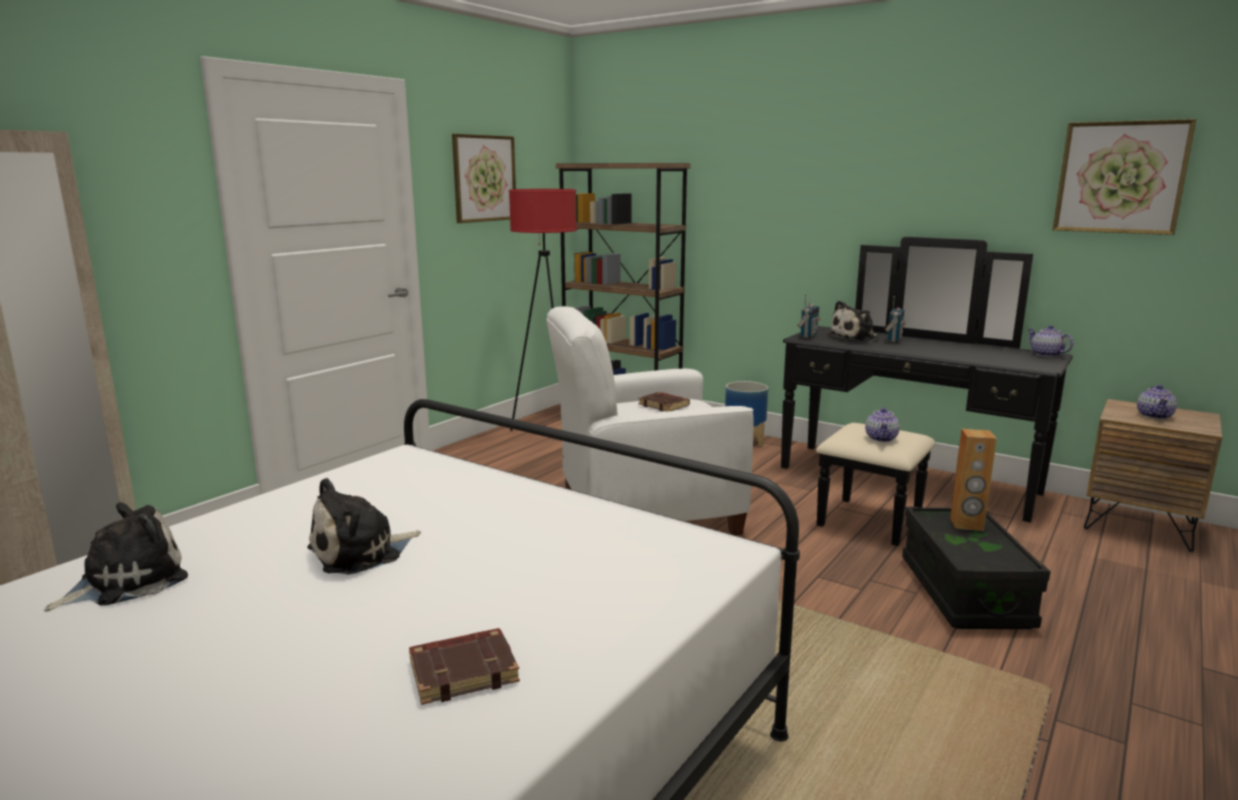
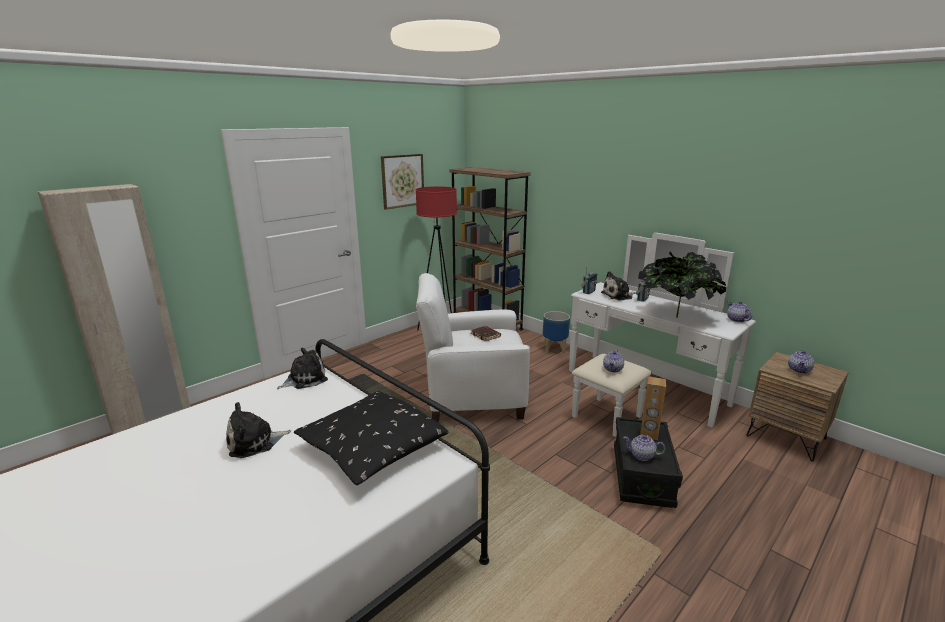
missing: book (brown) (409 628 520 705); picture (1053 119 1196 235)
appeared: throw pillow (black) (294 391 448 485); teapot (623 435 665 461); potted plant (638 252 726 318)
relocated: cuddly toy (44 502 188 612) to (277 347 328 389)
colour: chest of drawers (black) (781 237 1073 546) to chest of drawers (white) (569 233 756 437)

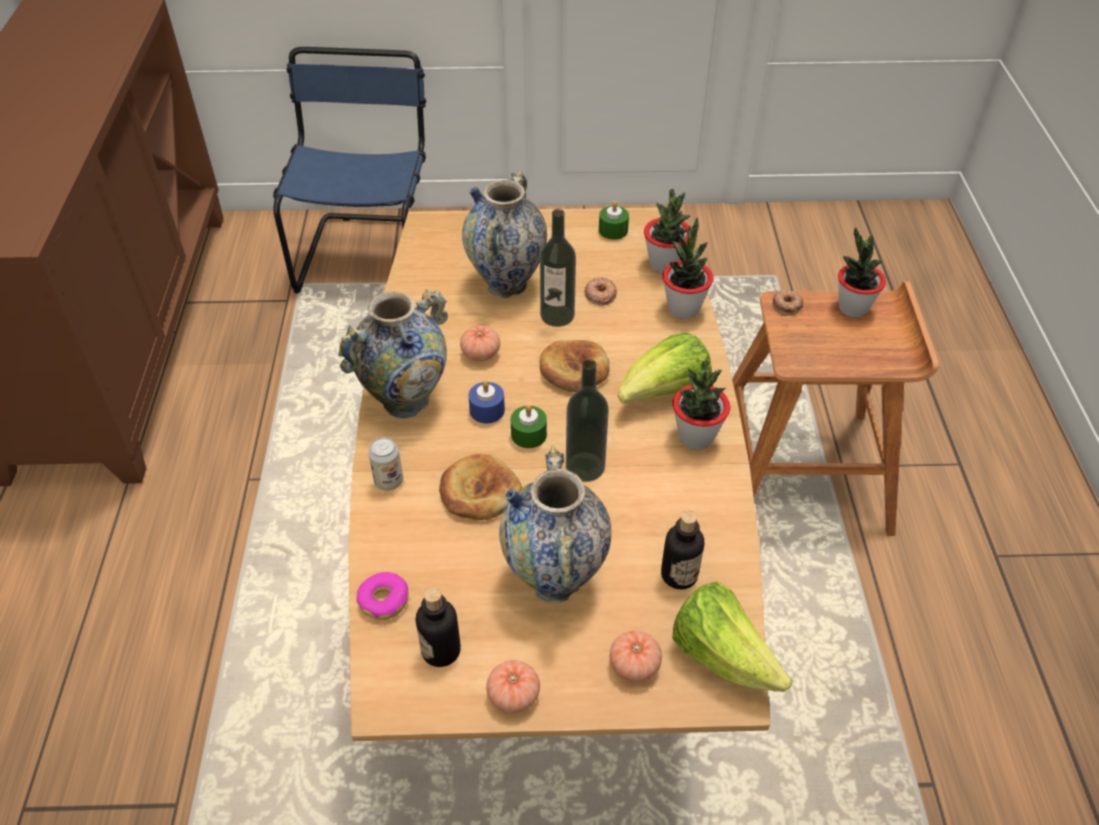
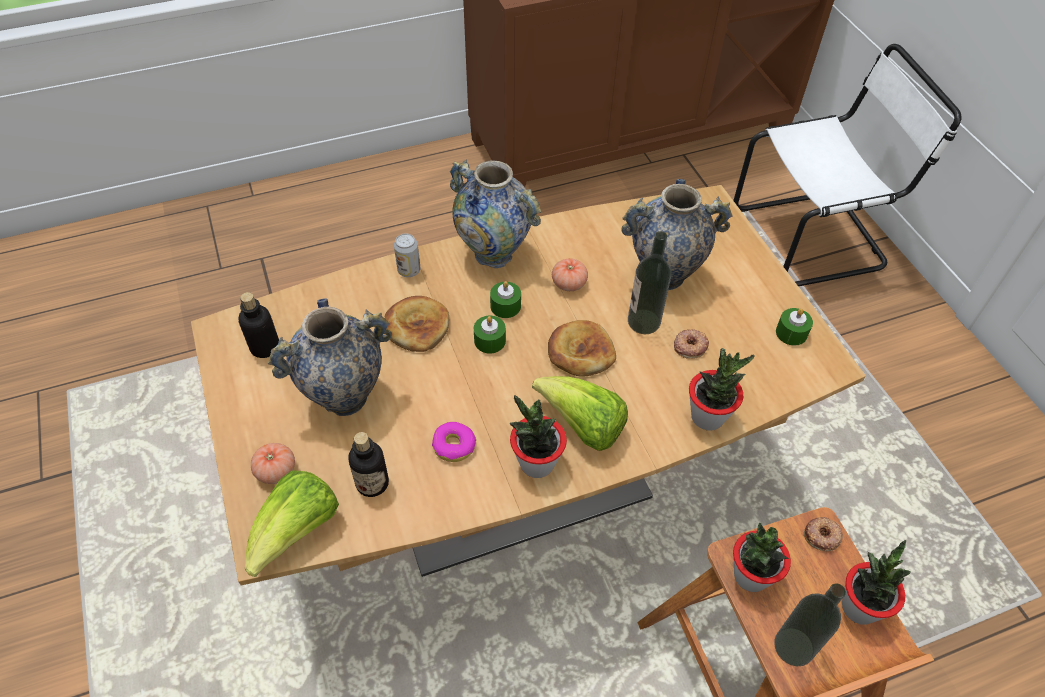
missing: tomato (486 660 540 713)
relocated: doughnut (356 572 409 620) to (432 422 476 462); potted plant (644 189 690 273) to (733 523 791 592); bottle (566 359 609 482) to (774 583 846 666)
colour: candle (bluish) (468 380 505 424) to candle (green-coloured) (490 281 521 318); upright chair (bluish) (273 47 426 293) to upright chair (white) (733 44 962 286)

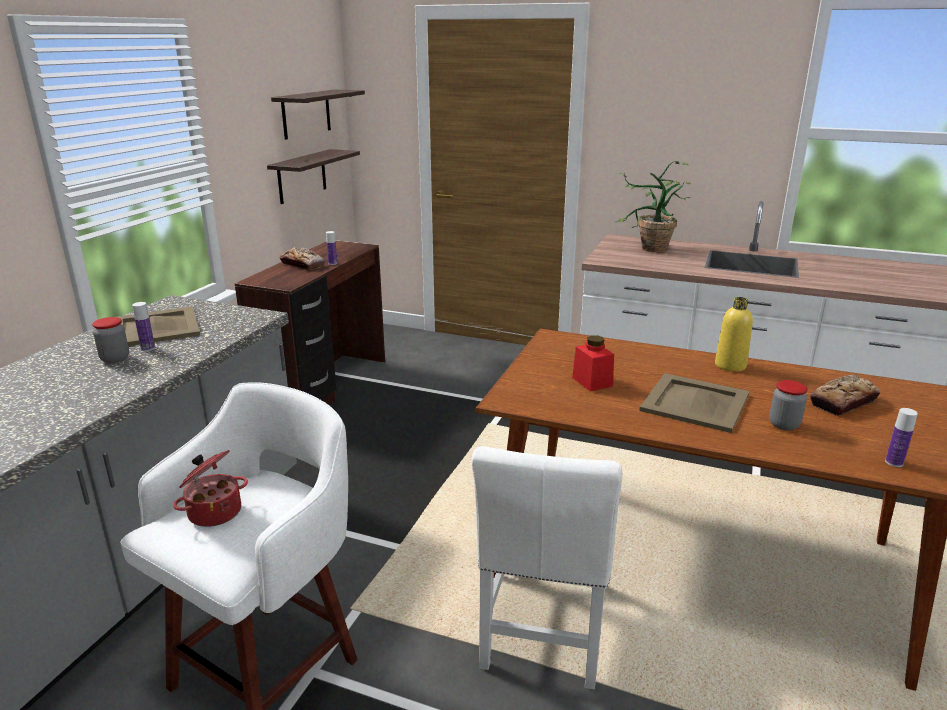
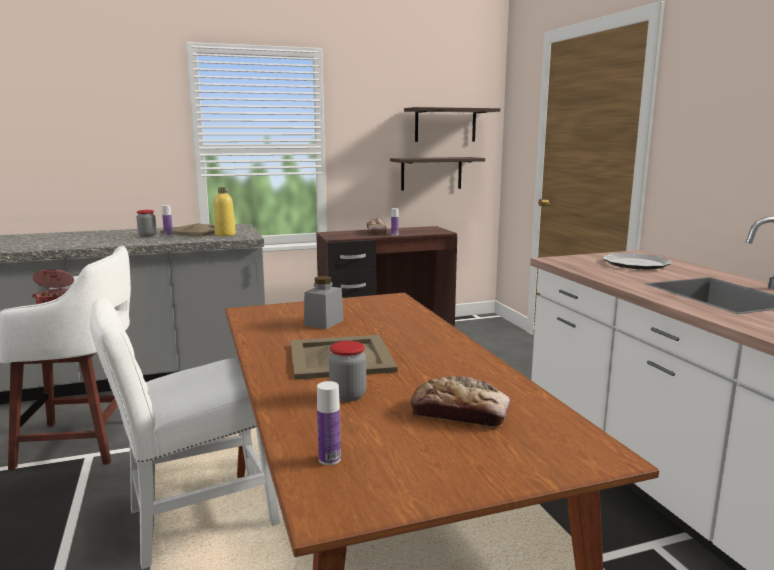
relocated: bottle (yellow-coloured) (715 297 753 372) to (214 187 236 236)
exchanged: potted plant (614 161 691 252) to flat dish (603 253 672 269)
colour: jar (red-coloured) (572 335 614 391) to jar (grey) (304 276 344 330)

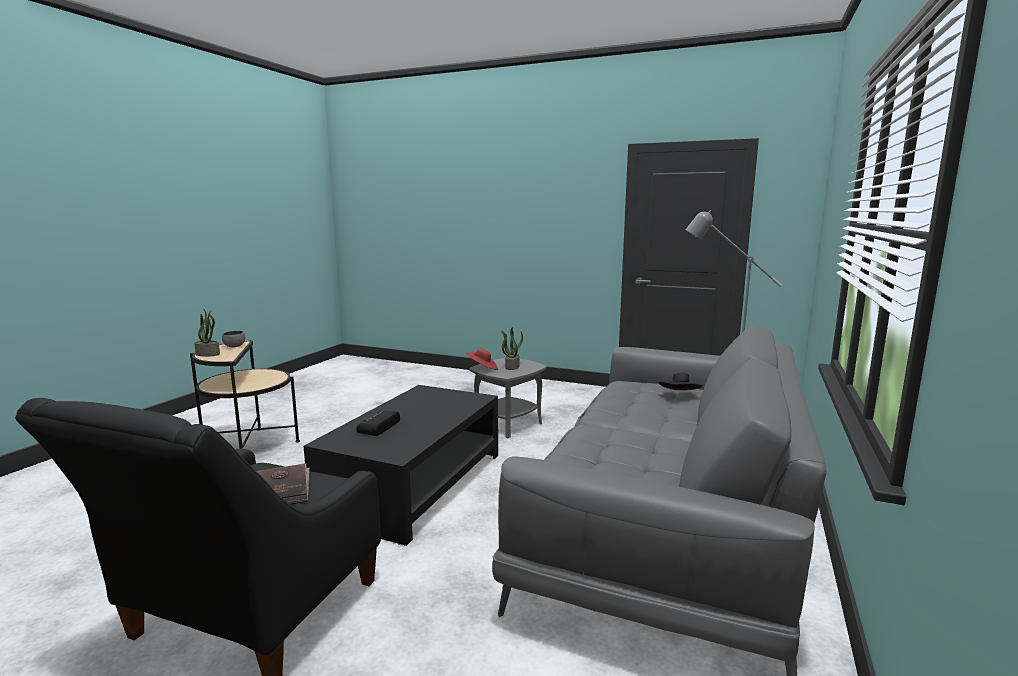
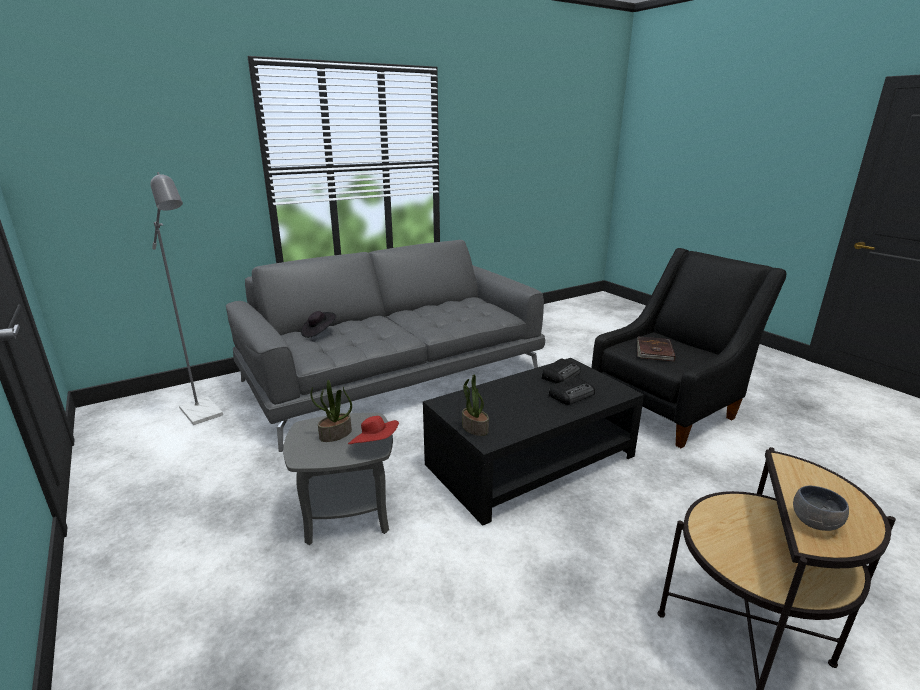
appeared: radio set (542 358 581 384)
relocated: potted plant (194 309 220 356) to (462 375 489 436)

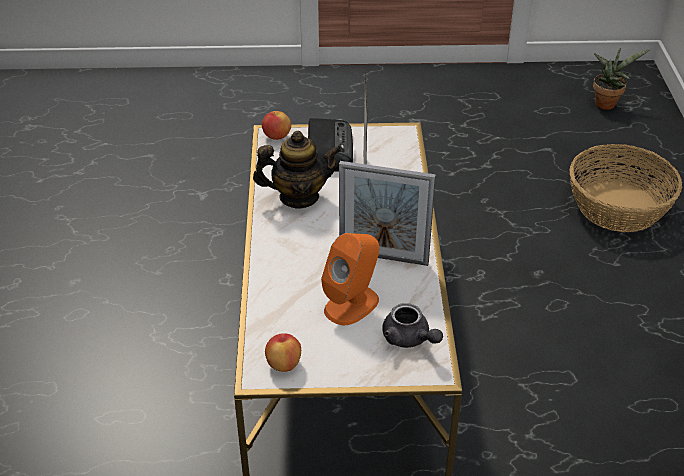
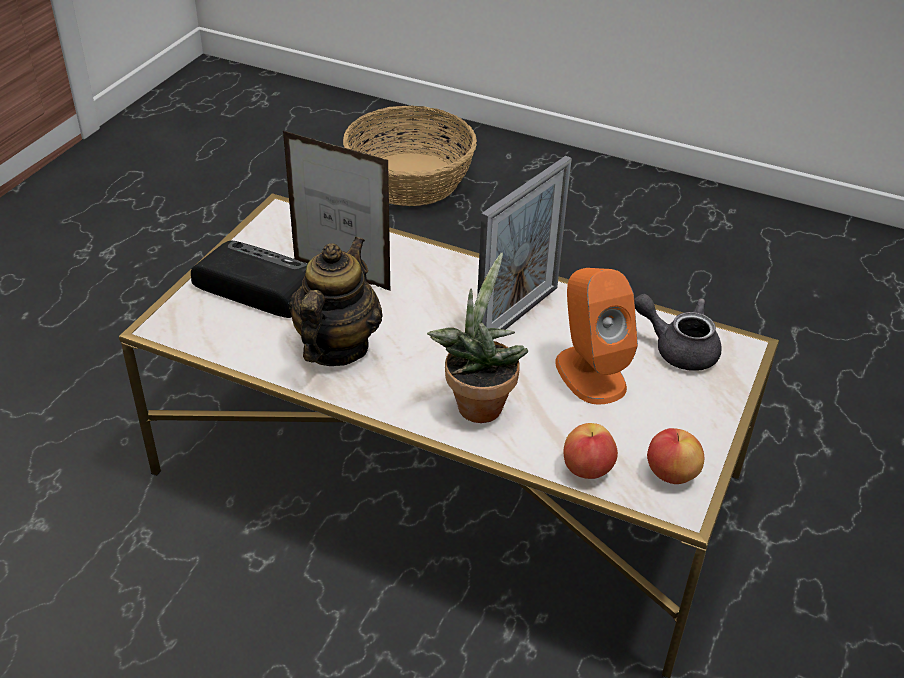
relocated: potted plant (593 48 650 110) to (427 252 528 423); apple fruit (262 111 291 140) to (563 423 618 479)
spun: teapot (grey) (382 303 443 348) = (634 294 722 371) 135 degrees counterclockwise

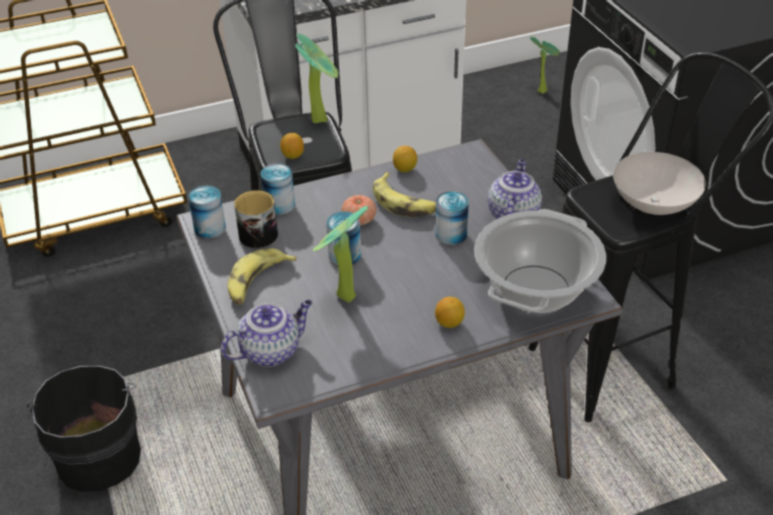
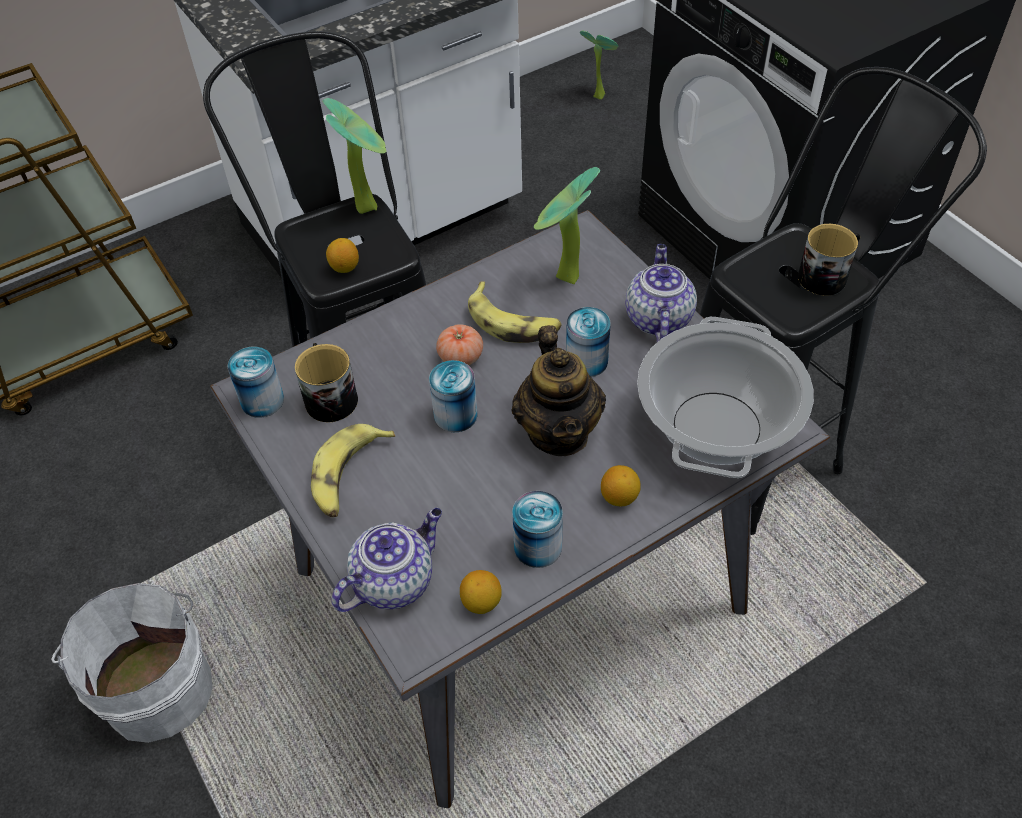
appeared: teapot (512 325 606 456)
relocated: whole lemon (393 146 417 172) to (460 570 502 614); sealed can (261 163 295 215) to (512 491 563 568); potted plant (313 206 368 303) to (534 167 600 284)
exchanged: bowl (white) (613 152 706 215) to coffee mug (798 224 860 296)
colour: pail (black) (26 366 141 492) to pail (white) (51 583 212 743)

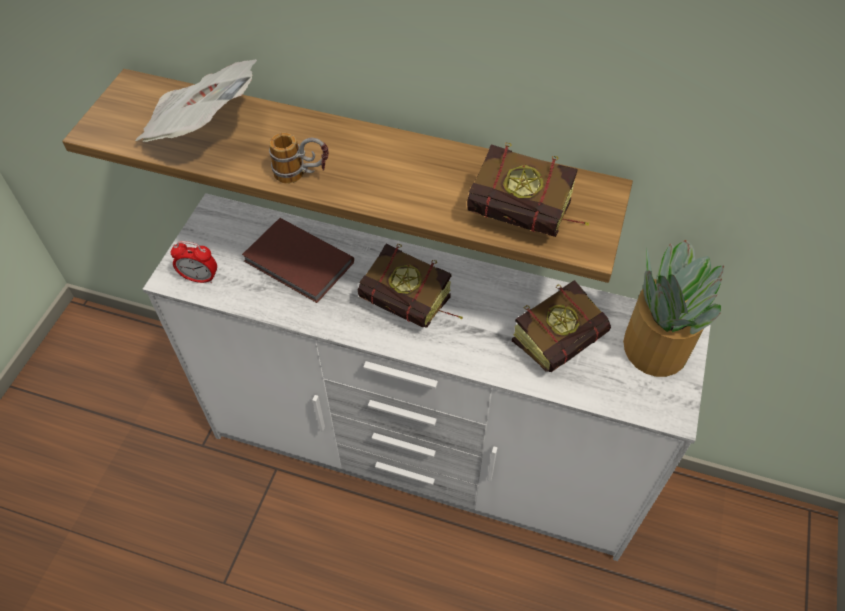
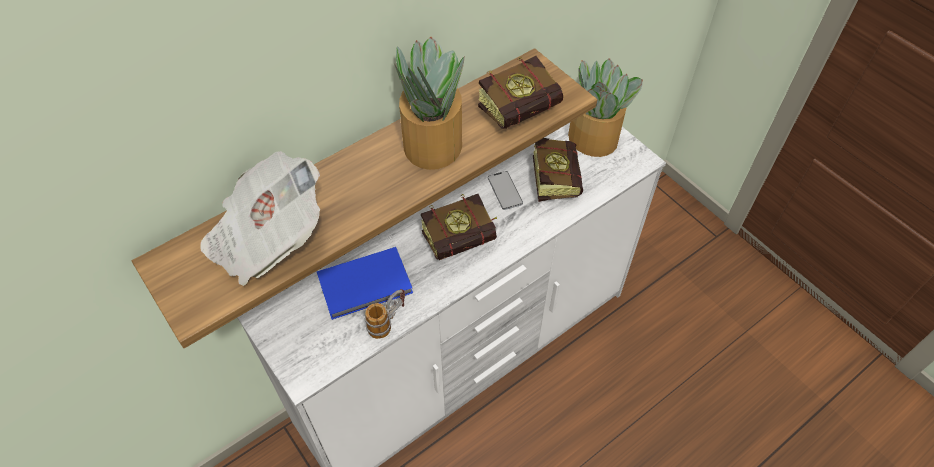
missing: bedside clock (171 241 217 283)
appeared: potted plant (394 37 465 170); telephone (488 171 523 210)
relocated: coffee mug (269 133 329 184) to (365 289 405 339)
colour: book (brown) (242 218 354 303) to book (bluish) (317 247 413 320)

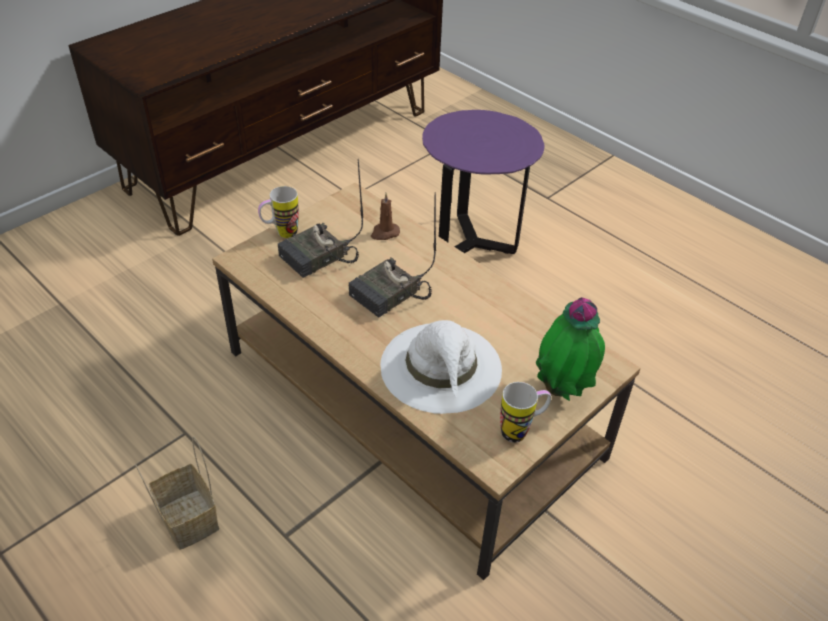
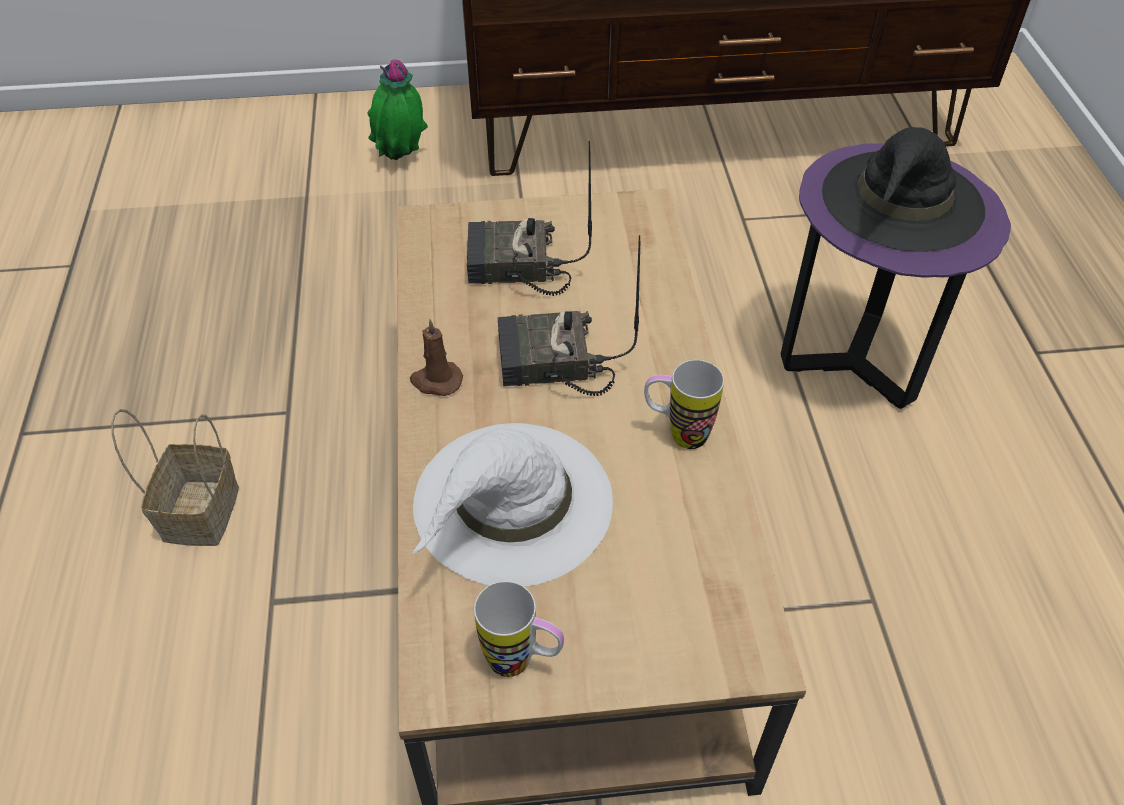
appeared: hat (black) (822 127 985 252)
relocated: potted plant (536 297 605 401) to (367 59 428 160); candle (brown) (371 193 400 240) to (410 319 463 396); coffee mug (258 186 299 238) to (644 360 724 449)

